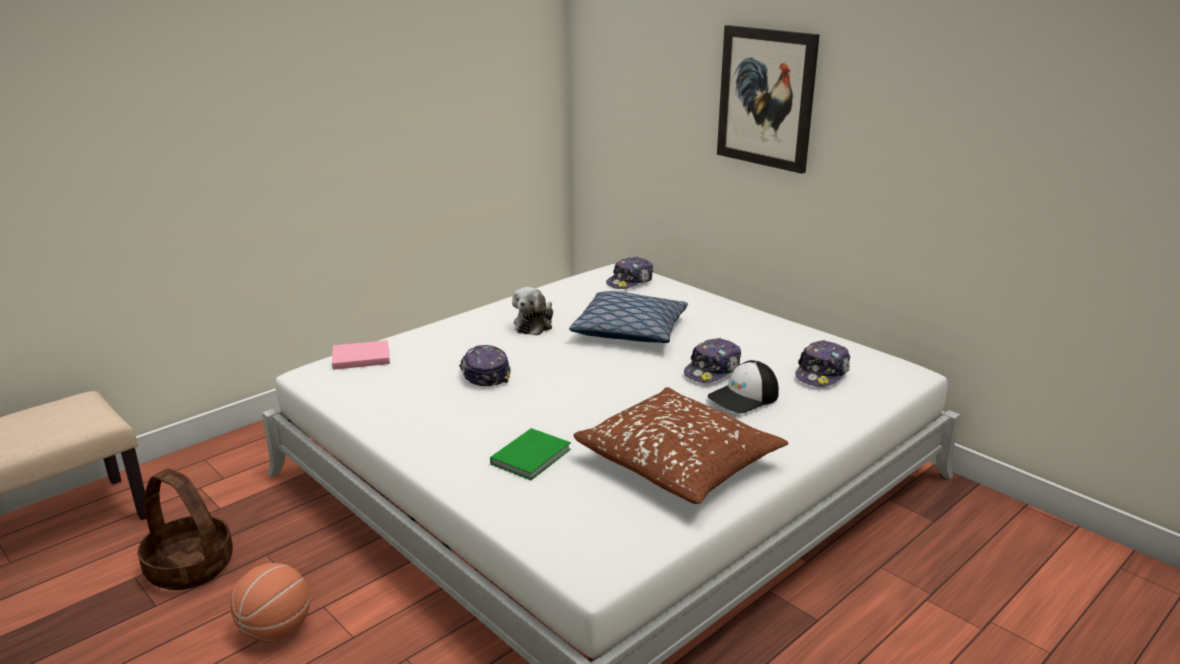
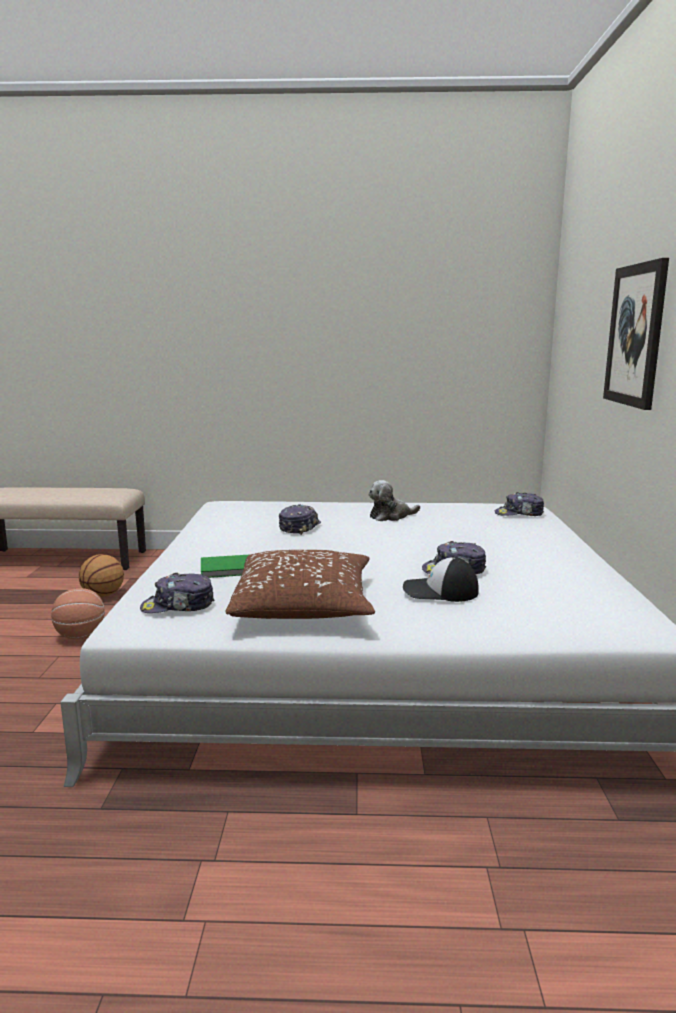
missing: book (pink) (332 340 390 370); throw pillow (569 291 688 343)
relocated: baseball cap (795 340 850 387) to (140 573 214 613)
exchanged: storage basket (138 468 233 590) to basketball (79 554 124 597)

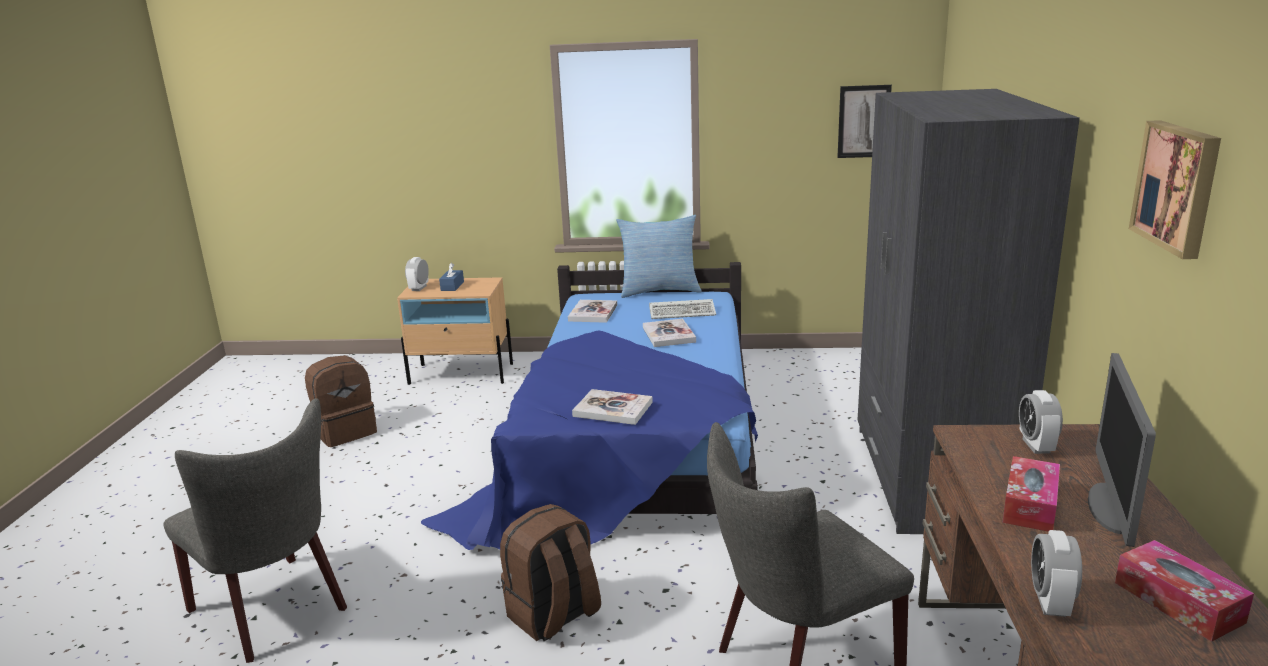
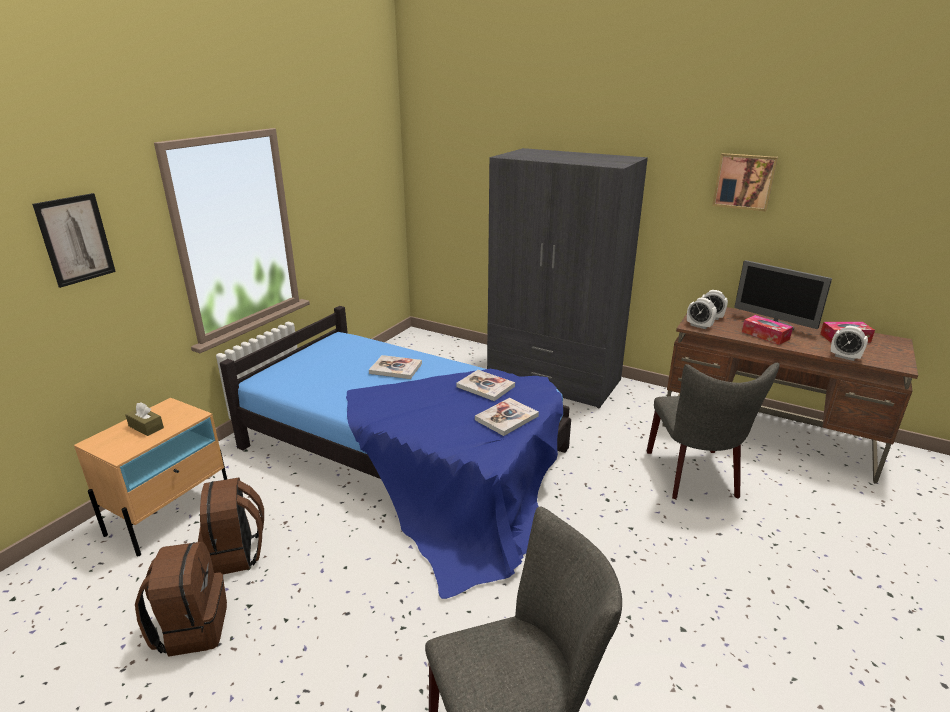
missing: throw pillow (616 215 702 298); PC keyboard (649 299 716 319)
relocated: picture (837 85 892 158) to (32 193 116 288); rucksack (brown) (500 504 601 641) to (198 478 264 574); book (568 300 617 323) to (456 370 515 401); bedside clock (405 257 429 291) to (687 298 717 329)
colour: box of tissues (bluish) (439 263 464 291) to box of tissues (brown) (125 402 164 436)

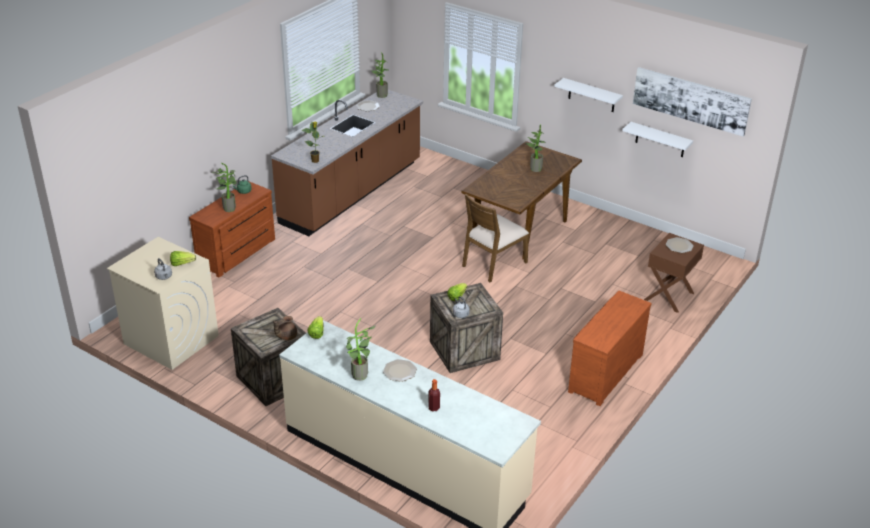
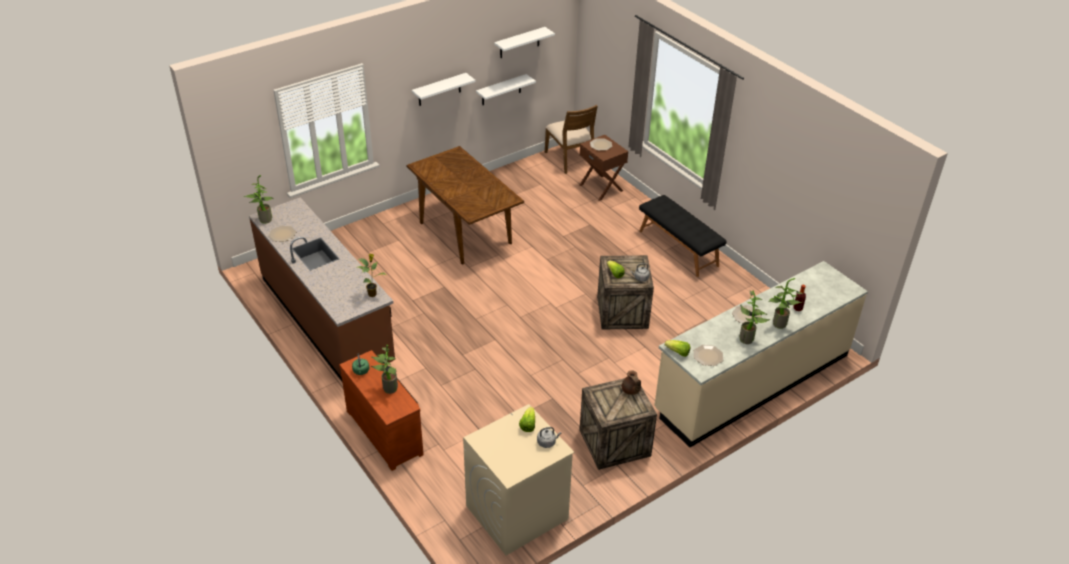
appeared: flat dish (694 345 723 366)
relocated: upright chair (brown) (462 194 529 282) to (545 105 597 174); potted plant (526 124 546 172) to (768 278 804 329)
exchanged: picture (633 67 752 137) to wall shelf (white) (494 27 555 58); chest of drawers (brown) (568 291 652 406) to bench (black) (639 195 727 277)

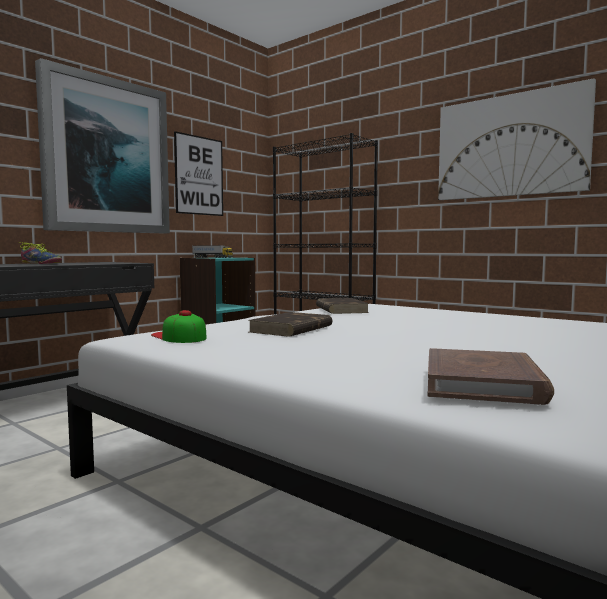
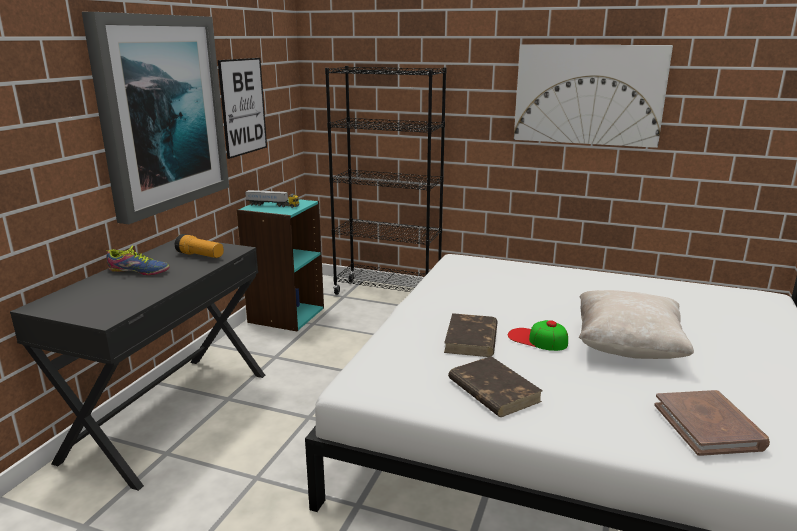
appeared: hand torch (175 234 224 258); throw pillow (beige-coloured) (579 290 694 359)
relocated: book (brown) (316 298 369 314) to (448 356 543 417); baseball cap (151 310 207 343) to (508 320 568 351)

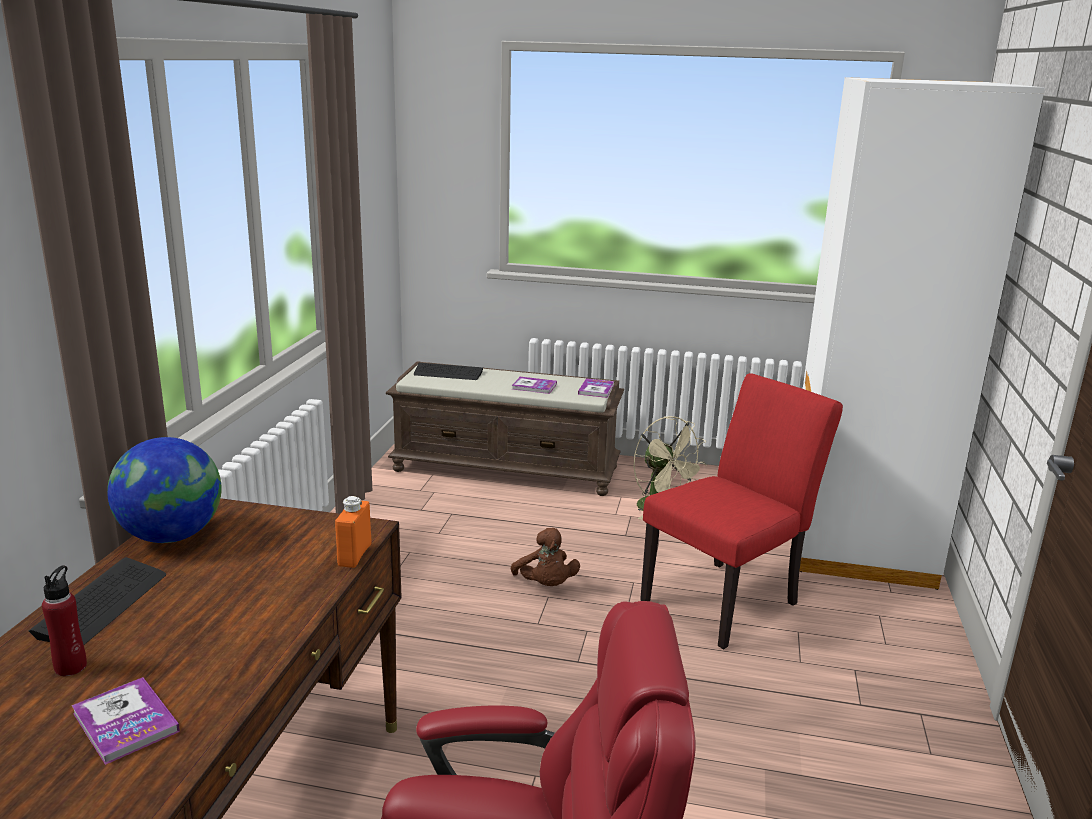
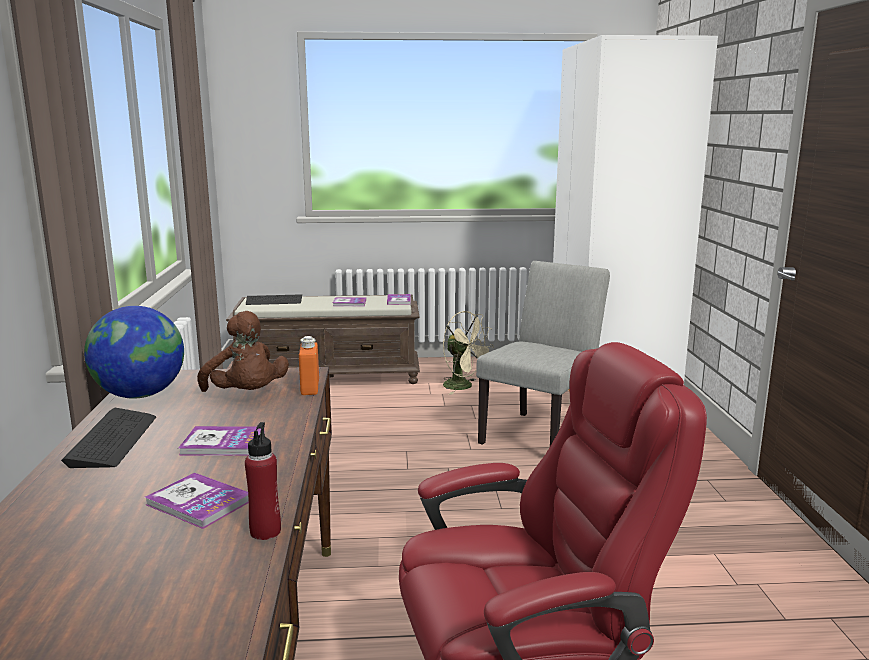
appeared: book (178 426 261 456)
relocated: cuddly toy (brown) (511 528 580 586) to (197 311 289 392); bottle (red-coloured) (42 566 87 676) to (245 422 281 540)
colour: upright chair (red-coloured) (640 373 843 649) to upright chair (grey) (476 261 610 446)

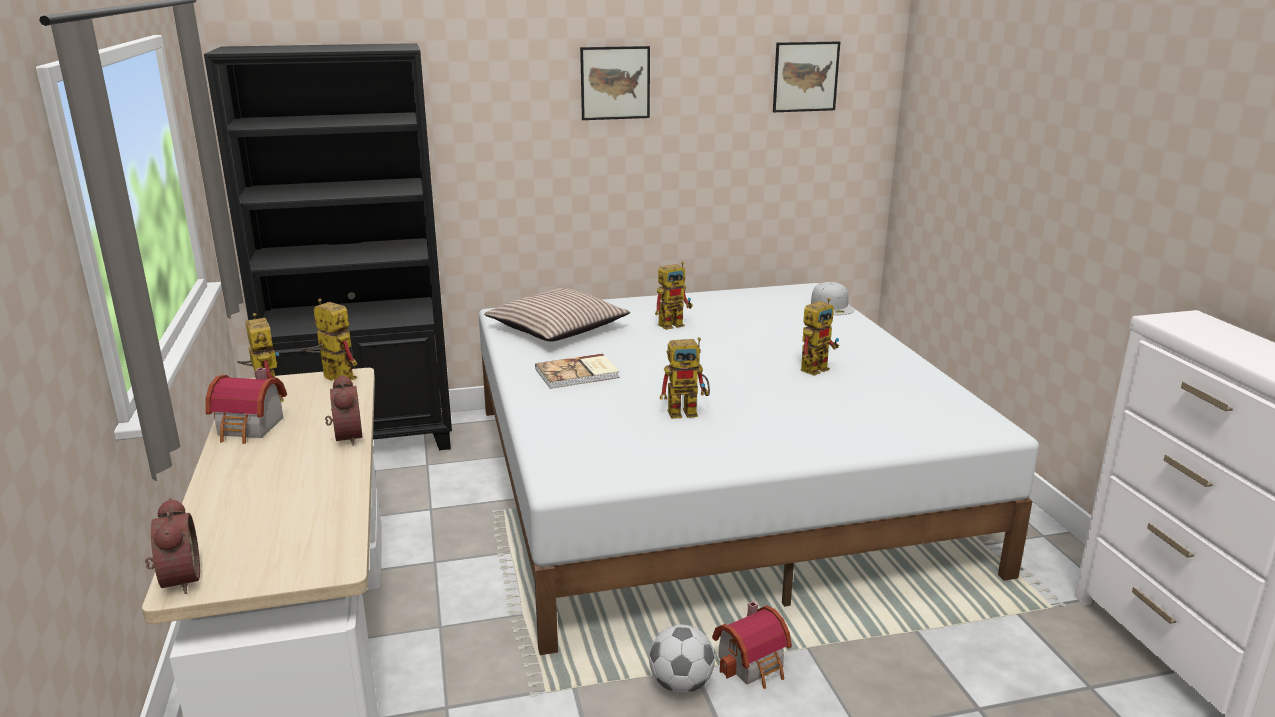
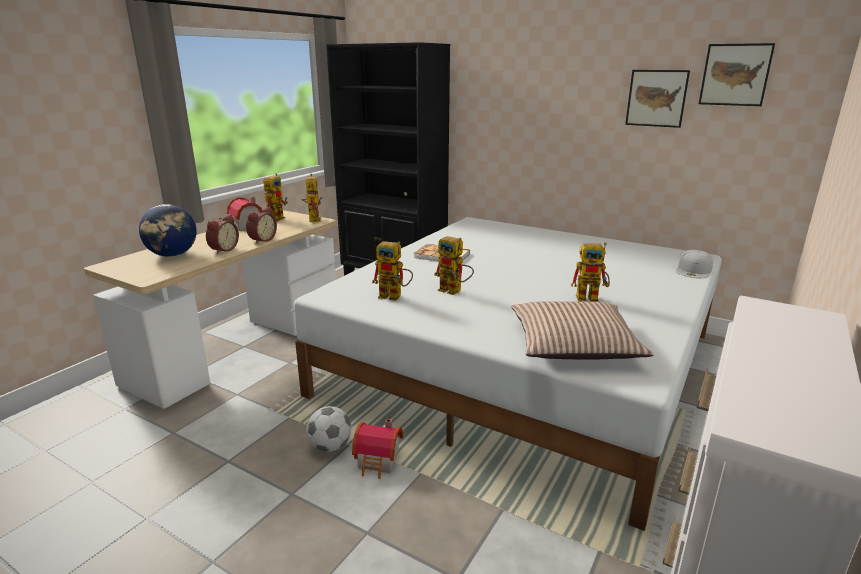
appeared: world globe (139 204 197 257)
relocated: bedside clock (145 498 200 594) to (206 214 239 254); model robot (655 262 693 330) to (372 241 413 301); throw pillow (484 288 630 341) to (511 301 654 359); picture (580 46 650 120) to (625 70 690 128)

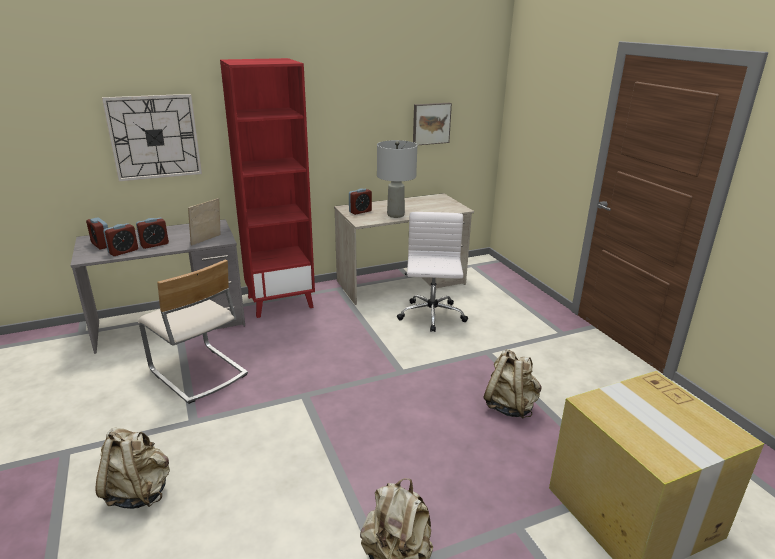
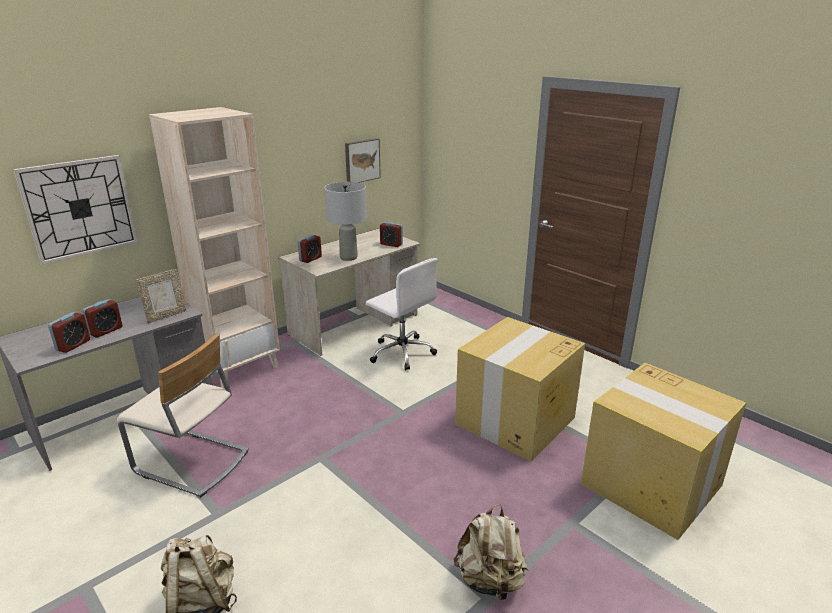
relocated: bedside clock (86 217 108 250) to (380 222 403 247)
exchanged: rucksack (beige-coloured) (483 349 542 419) to packing box (455 317 585 462)
colour: shelving unit (red-coloured) (220 58 315 318) to shelving unit (beige-coloured) (149 107 280 388)
spun: standing frame (188 198 220 246) = (136 269 187 323) 150 degrees counterclockwise; computer chair (white) (397 212 468 332) = (365 258 438 371) 150 degrees clockwise

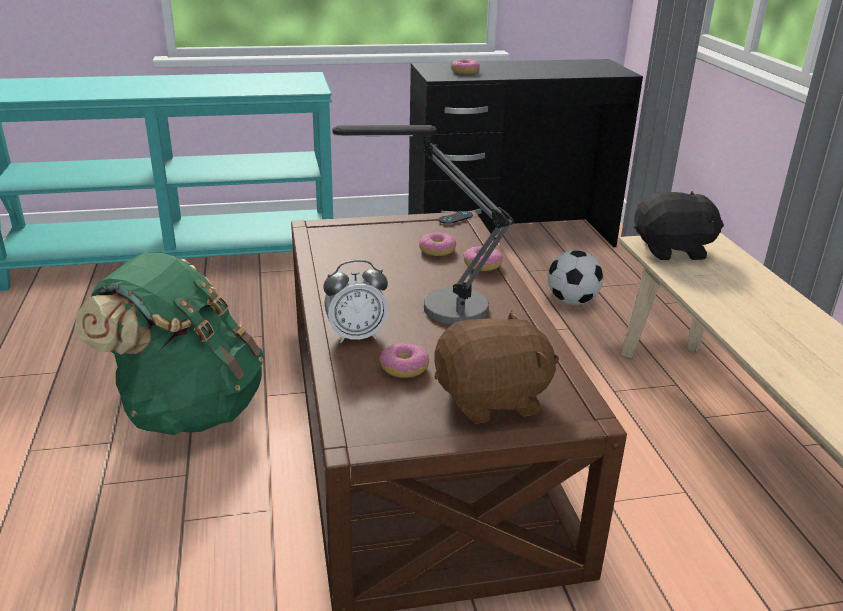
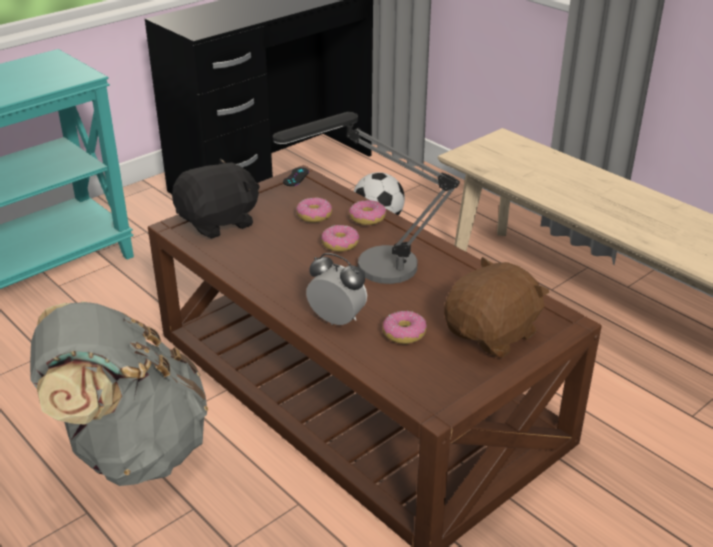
relocated: cuddly toy (black) (634 191 724 260) to (172 158 260 239); doughnut (451 59 480 74) to (321 225 359 252)
colour: rucksack (green-coloured) (75 252 264 435) to rucksack (grey) (30 302 208 486)
spun: bedside clock (323 260 388 343) = (306 253 367 325) 105 degrees counterclockwise

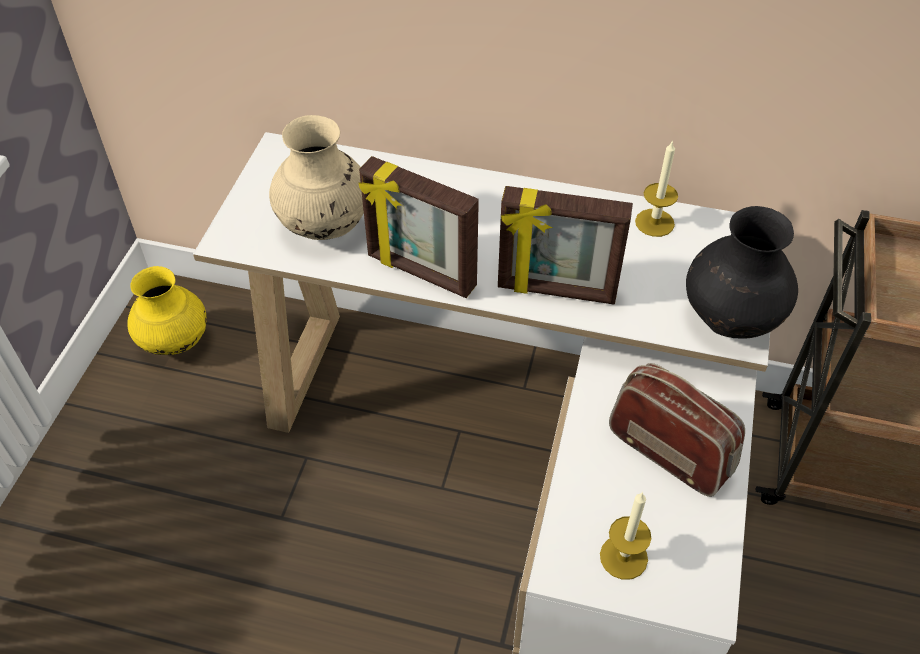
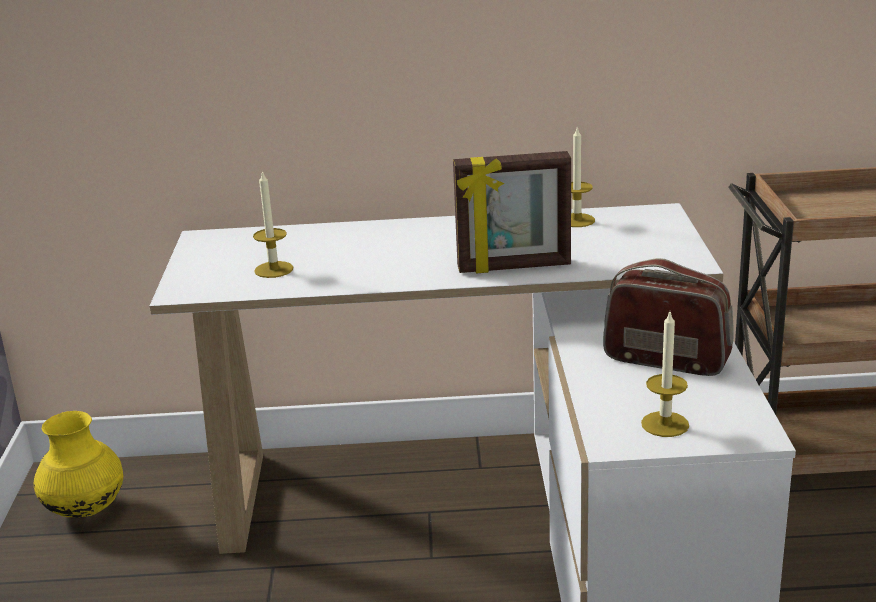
missing: standing frame (358 156 479 298); vase (black) (686 206 798 339)
exchanged: vase (beige-coloured) (269 115 364 240) to candle (253 170 293 278)

